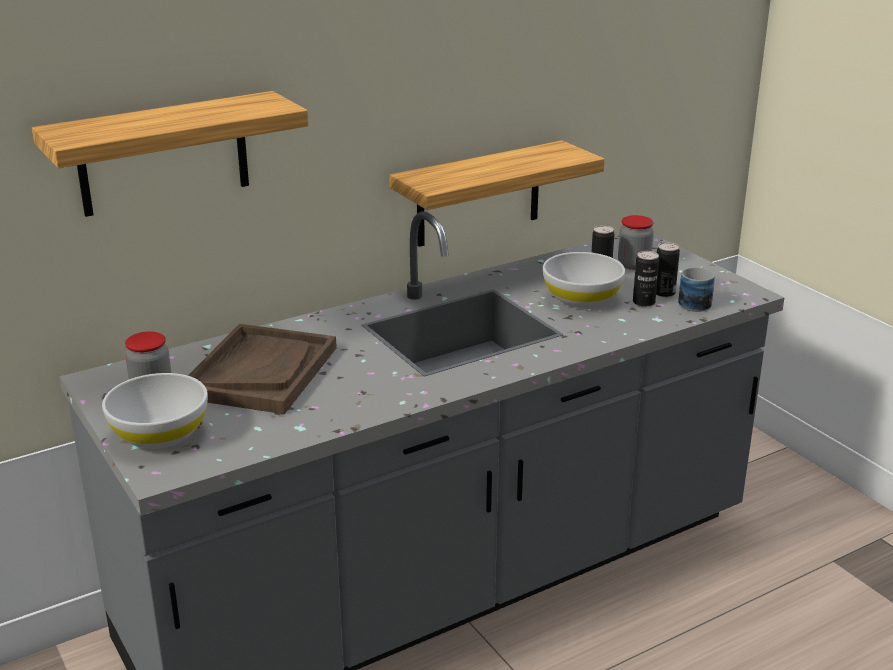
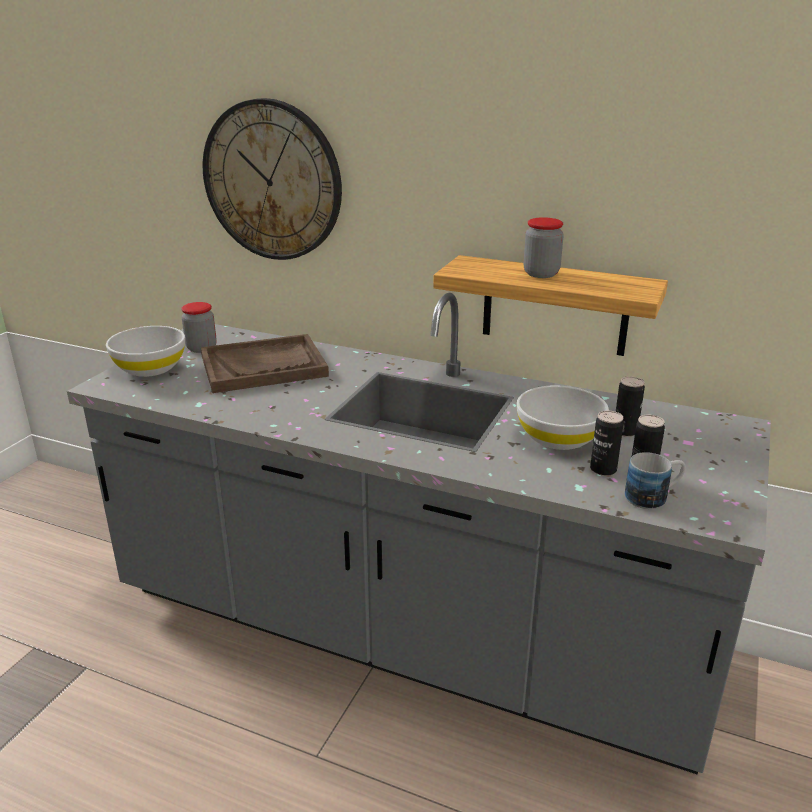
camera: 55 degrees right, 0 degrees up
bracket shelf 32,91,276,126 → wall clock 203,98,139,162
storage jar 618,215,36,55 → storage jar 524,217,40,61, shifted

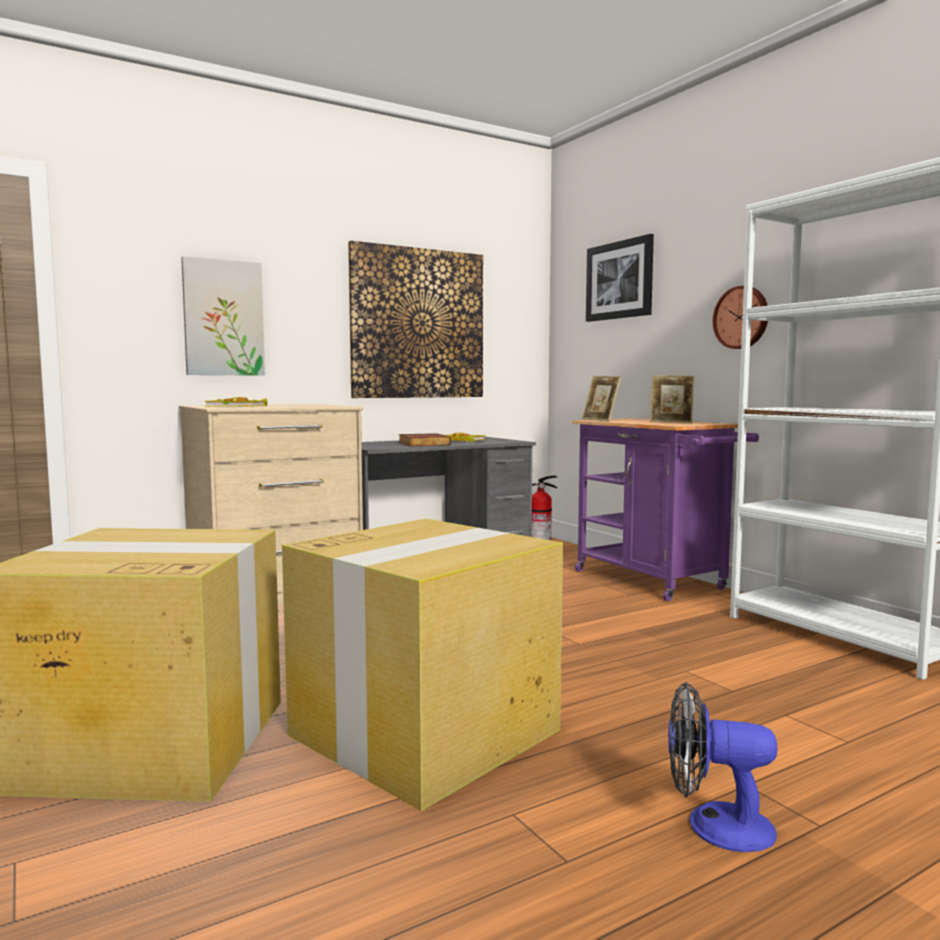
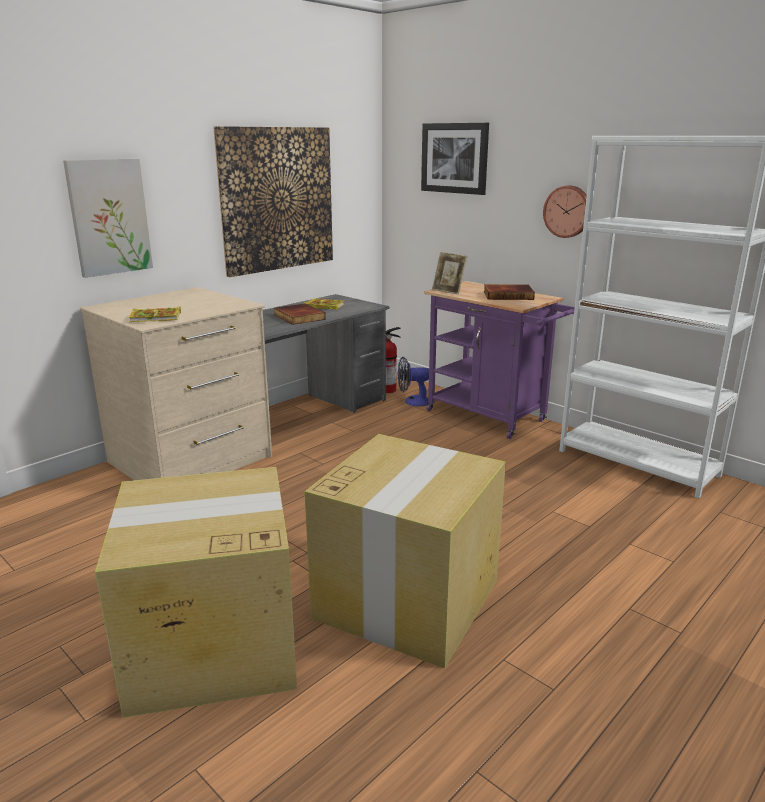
camera: 15 degrees left, 15 degrees up
standing frame 650,375,44,48 → volume 484,284,51,16
electric fan 668,682,110,170 → electric fan 398,357,31,49, shifted

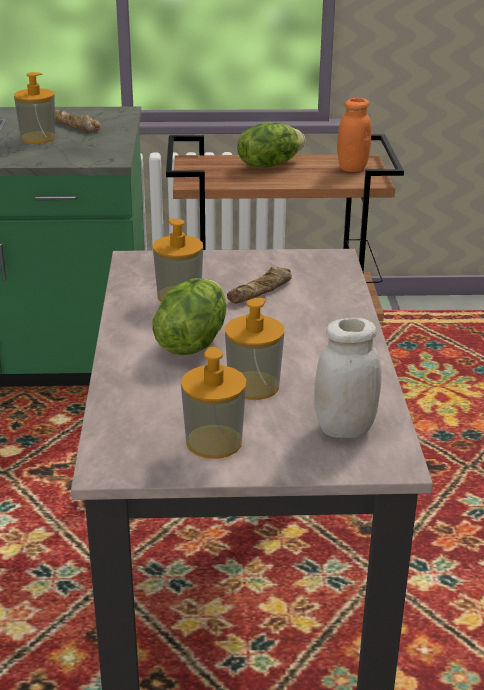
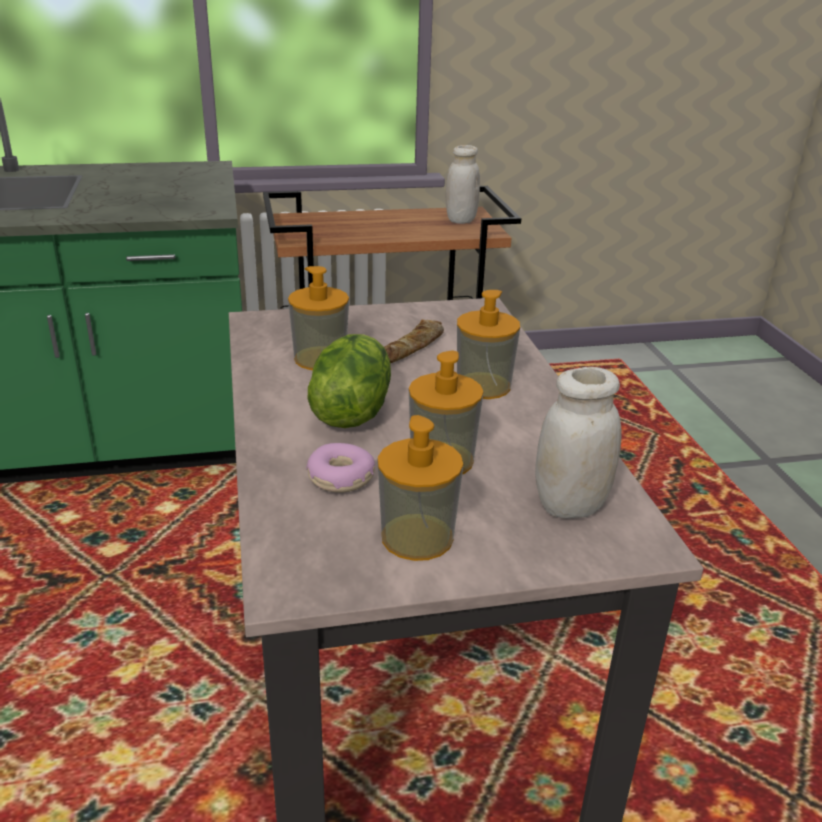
camera: 10 degrees left, 0 degrees up
soap bottle 14,72,42,71 → soap bottle 457,290,63,109, shifted
orangey storage jar 337,98,34,74 → white-coloured storage jar 445,145,35,79
bakery bread 55,110,46,22 → -
lettuce head 237,123,68,45 → -
- → ring doughnut 306,443,69,50

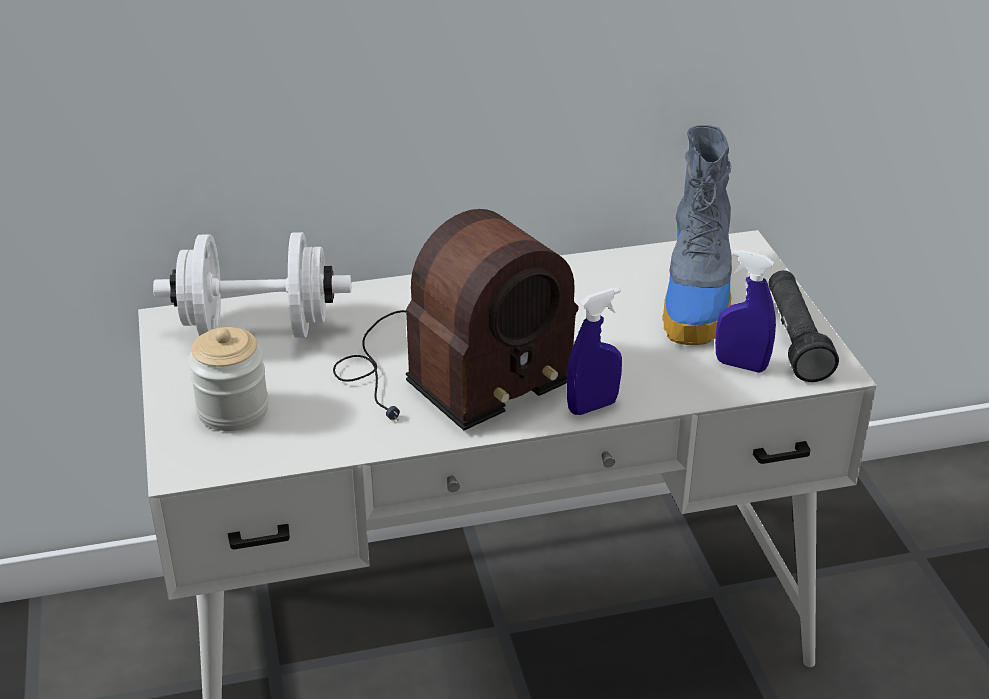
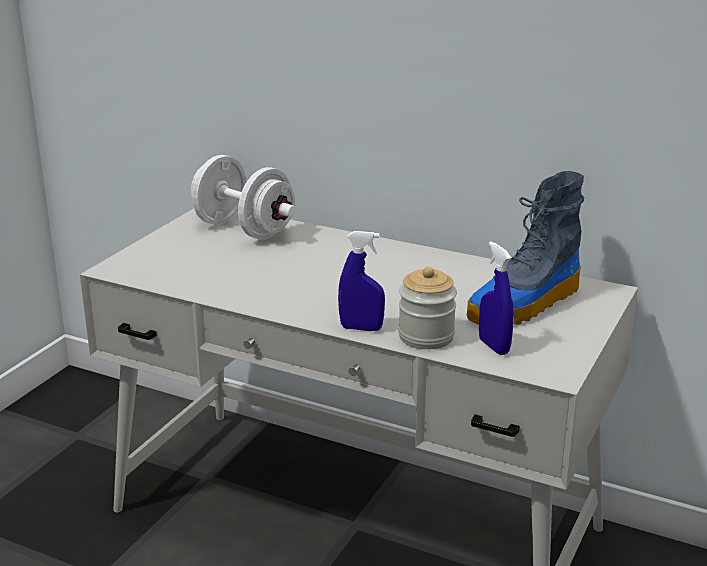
camera: 40 degrees right, 10 degrees down
radio receiver 333,209,246,221 → -
blackish flashlight 768,270,71,112 → -
storage jar 188,327,81,104 → storage jar 398,267,59,82, shifted

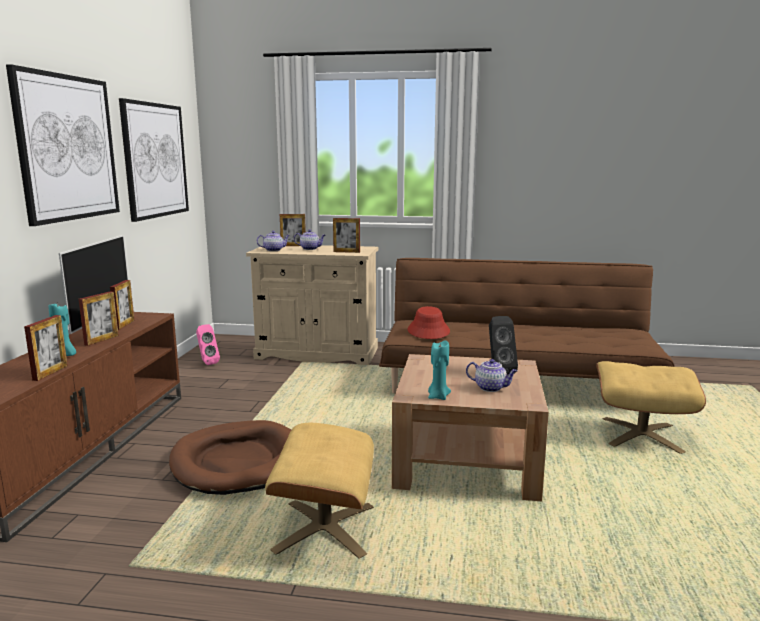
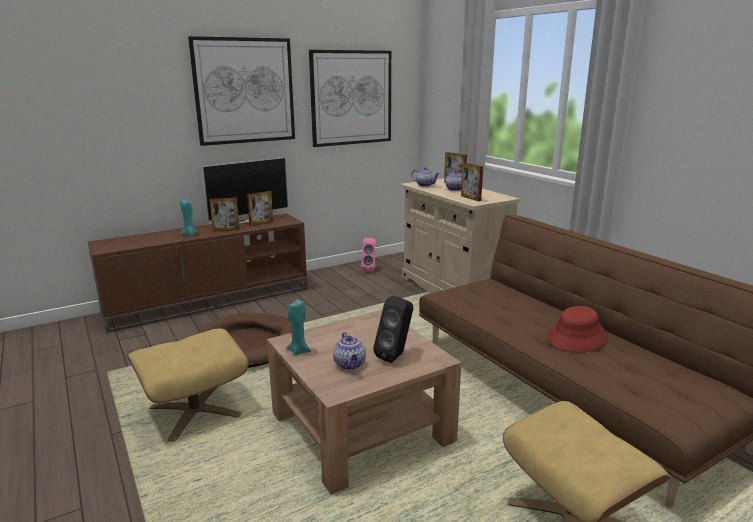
camera: 50 degrees right, 5 degrees up
red clothing hat 407,306,43,33 → red clothing hat 547,306,61,46, shifted
standing frame 24,315,44,66 → -

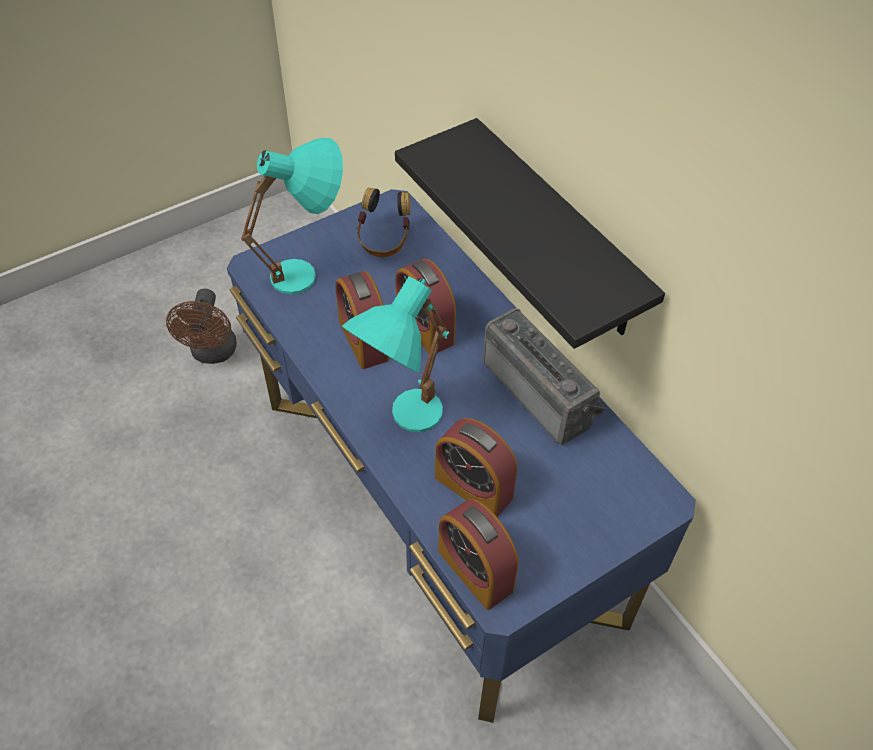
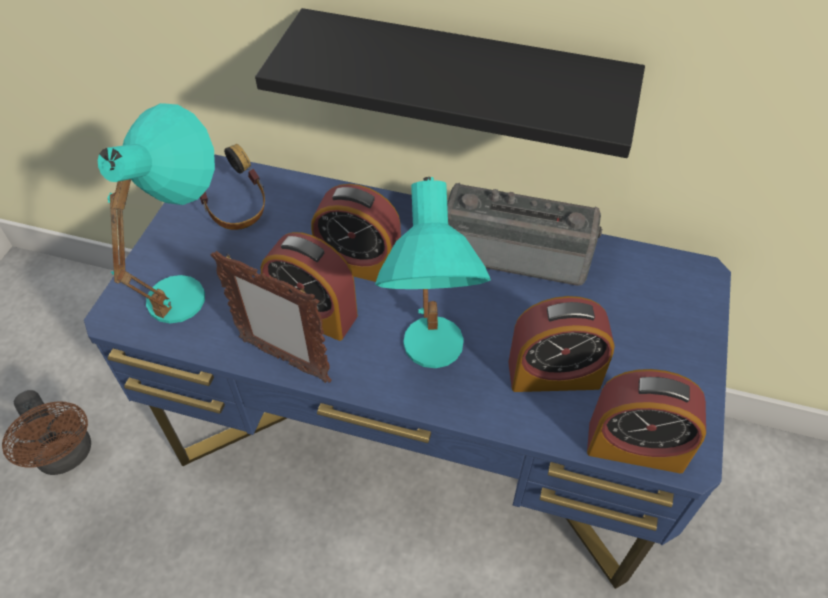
camera: 40 degrees left, 0 degrees up
- → standing frame 211,251,121,132

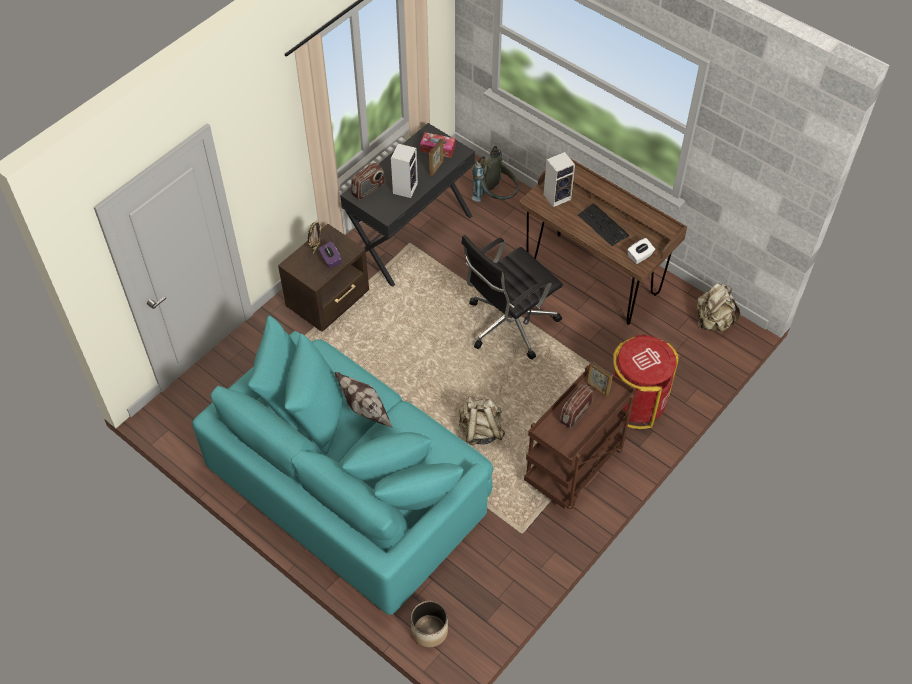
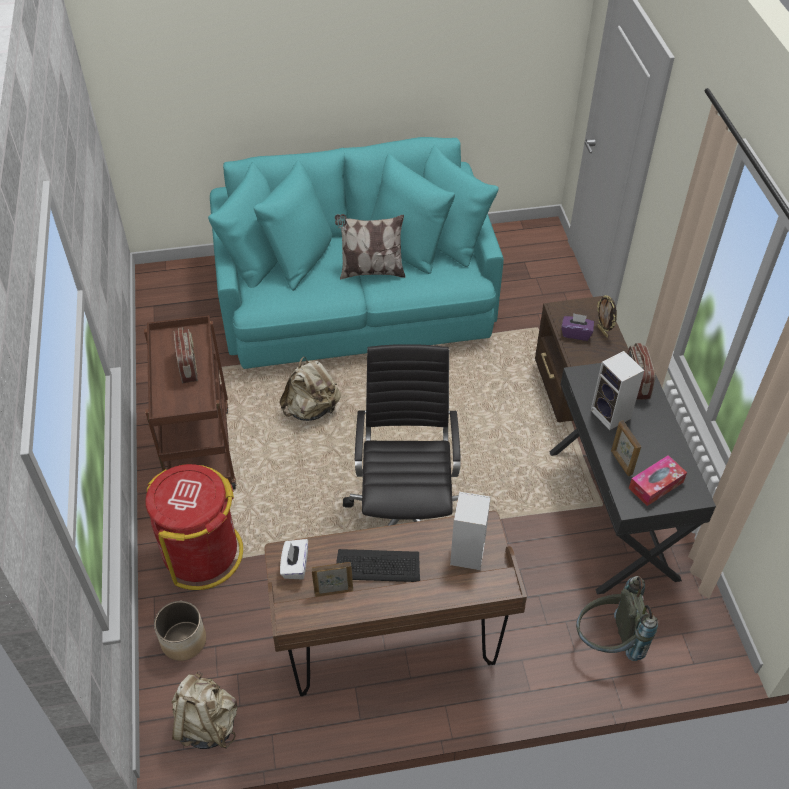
camera: 130 degrees right, 5 degrees down
standing frame 586,361,27,36 → standing frame 311,562,42,35, shifted
plant pot 411,601,37,46 → plant pot 154,601,52,60, shifted

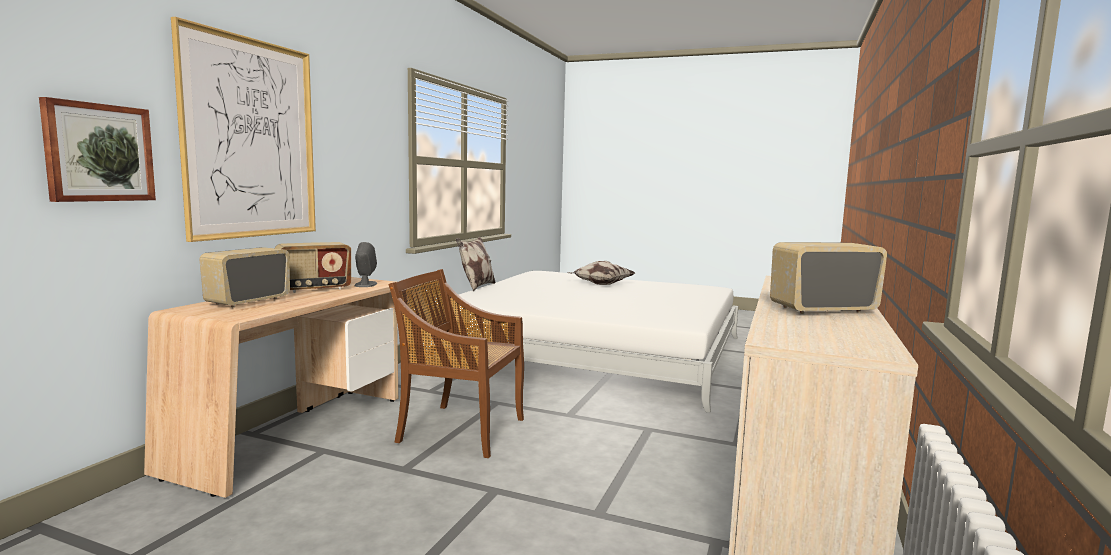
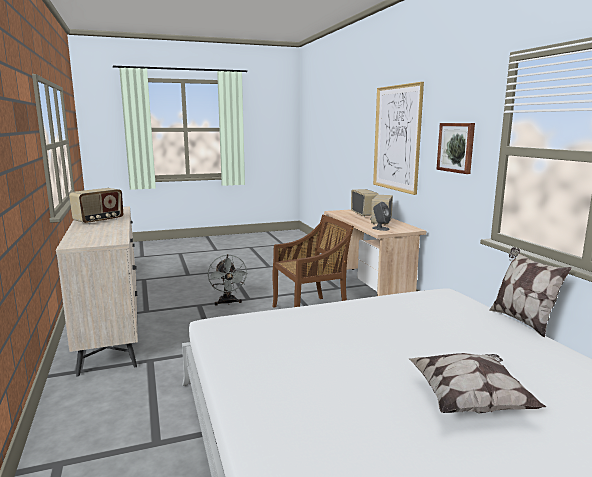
camera: 140 degrees right, 5 degrees up
wall art 39,97,117,105 → wall art 436,123,39,51, shifted
- → grey electric fan 208,254,40,52

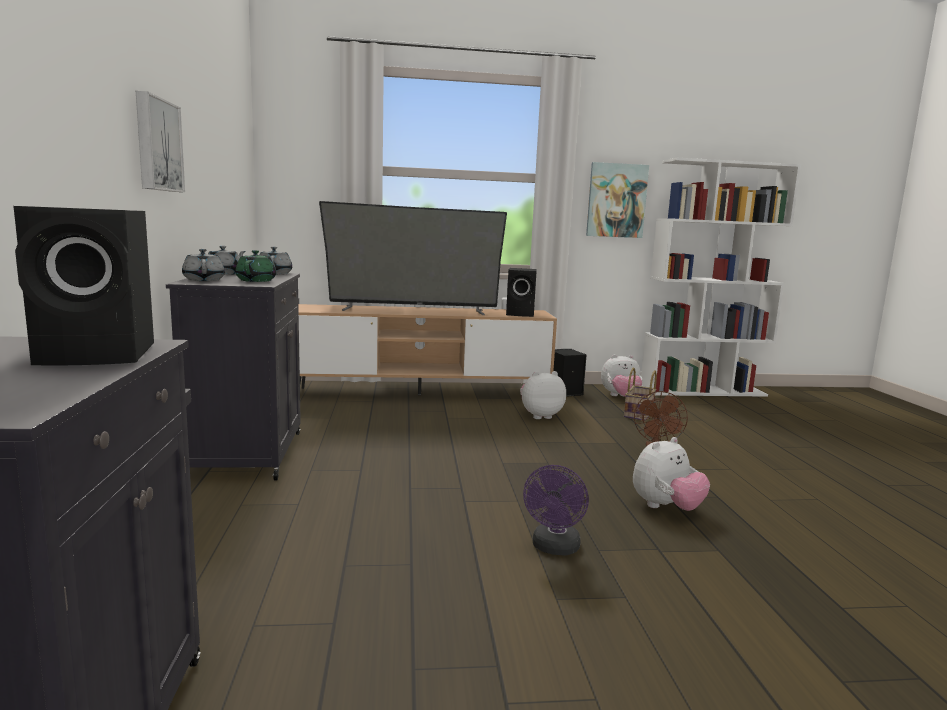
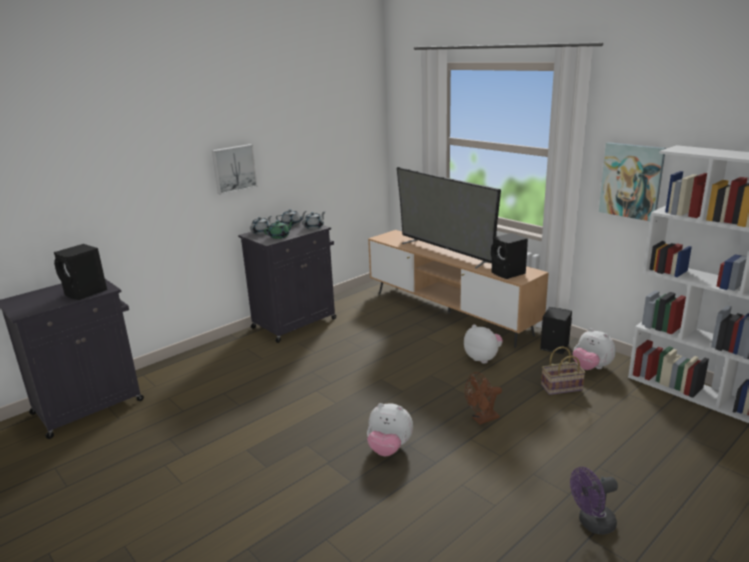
camera: 55 degrees right, 10 degrees up
purple-coloured electric fan 523,465,66,91 → purple-coloured electric fan 570,467,48,68, shifted

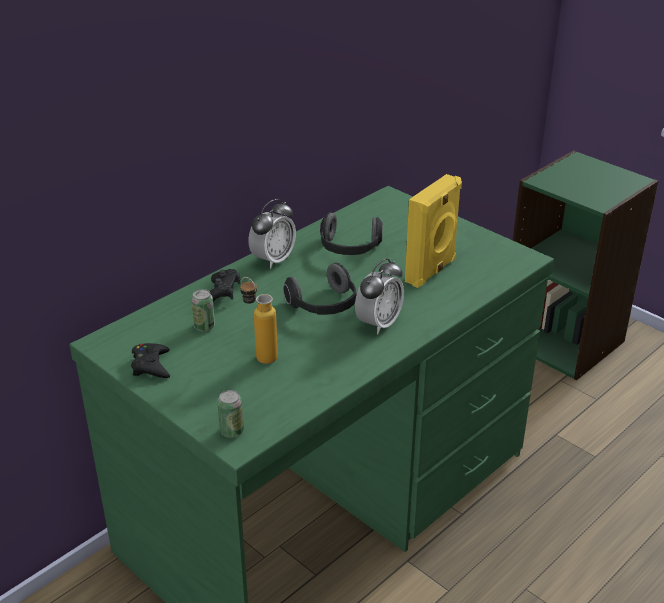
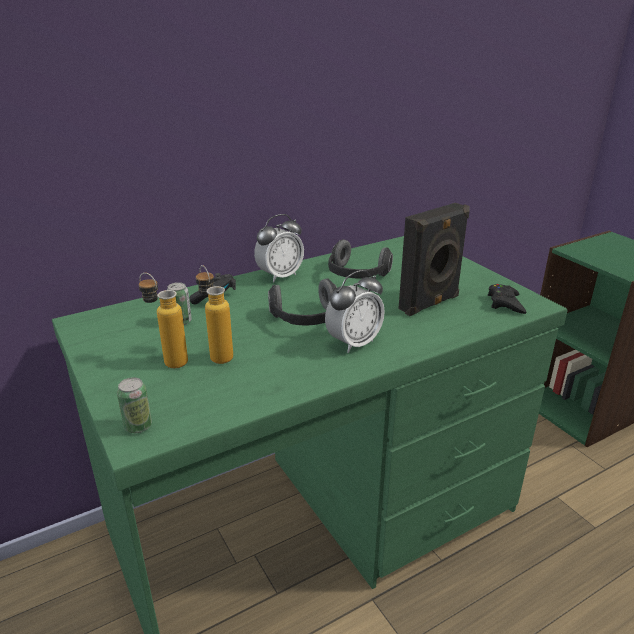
camera: 15 degrees right, 5 degrees down
yellow-coloured speaker 405,174,57,114 → blackish speaker 398,203,72,113
blackish game controller 131,343,39,35 → blackish game controller 488,284,39,30, shifted
- → drink bottle 139,273,49,95

